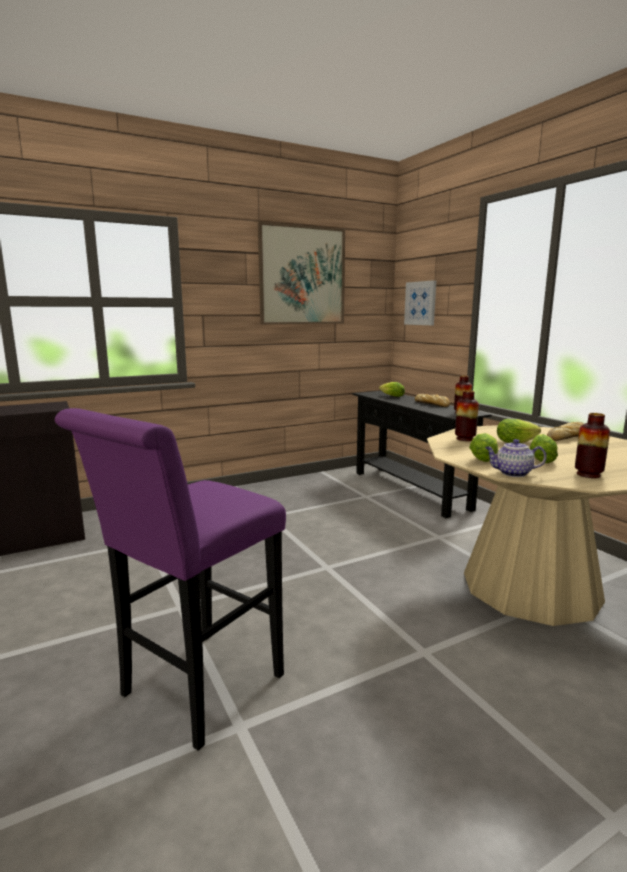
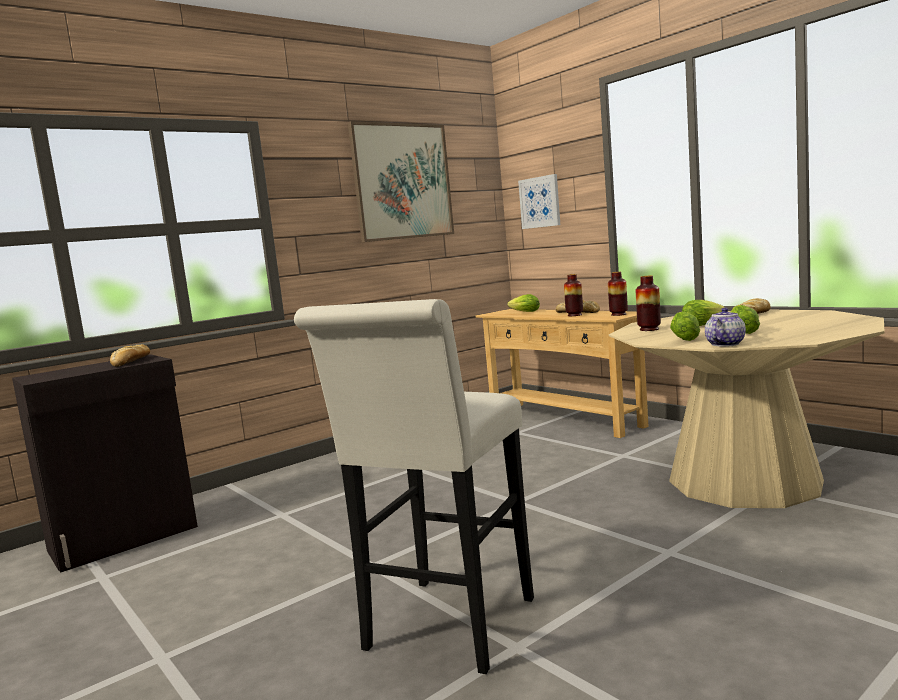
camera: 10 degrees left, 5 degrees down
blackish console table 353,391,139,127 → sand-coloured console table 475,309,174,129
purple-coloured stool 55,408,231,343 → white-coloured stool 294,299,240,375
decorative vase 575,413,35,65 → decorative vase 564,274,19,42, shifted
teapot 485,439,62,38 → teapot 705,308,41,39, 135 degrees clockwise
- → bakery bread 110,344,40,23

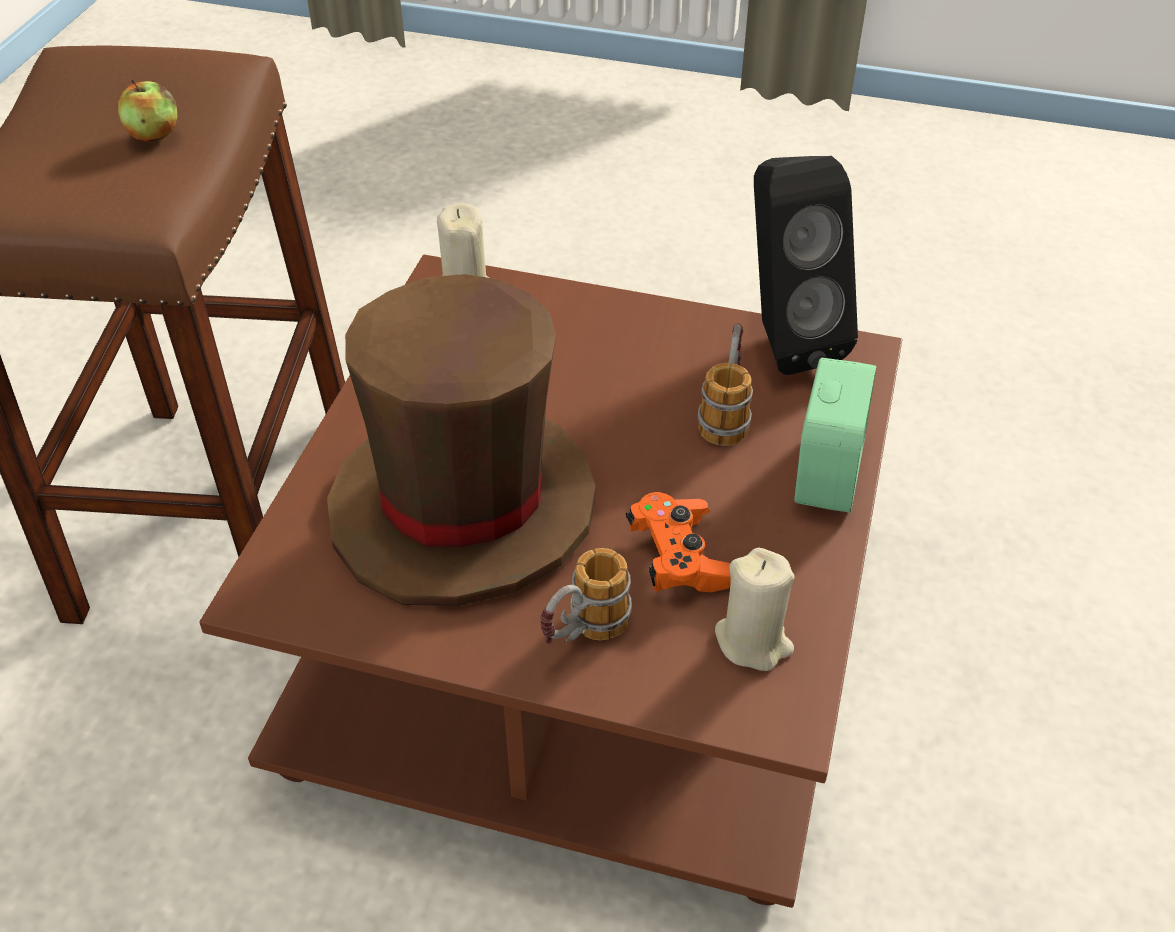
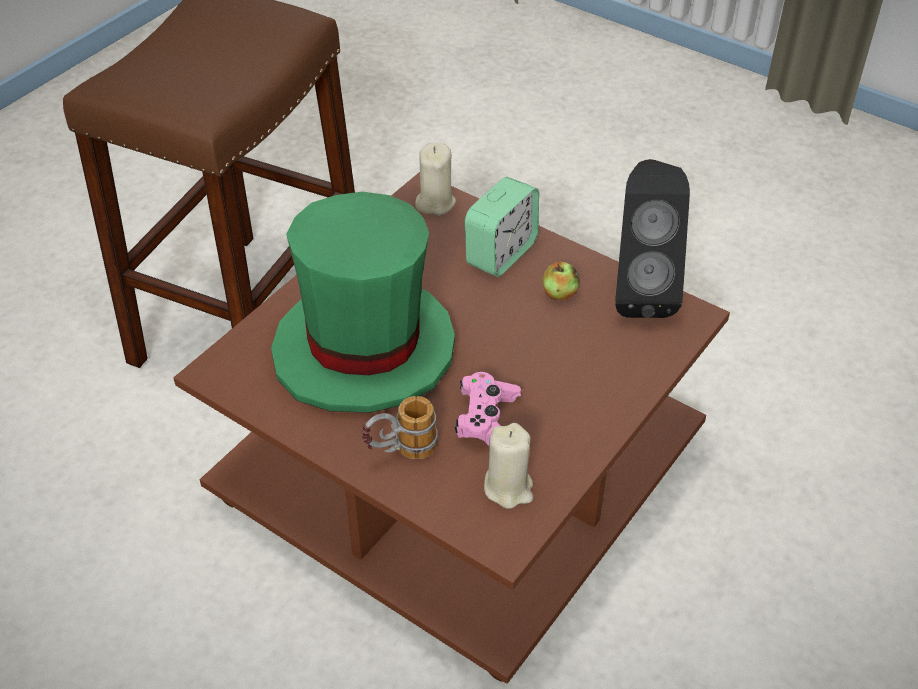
camera: 20 degrees right, 0 degrees up
whole apple 118,80,60,62 → whole apple 542,262,38,38, shifted
brown clothing hat 327,274,269,332 → greenish clothing hat 271,192,184,221
tea mug 698,324,55,122 → -
alarm clock 794,358,82,155 → alarm clock 465,177,74,100, shifted
orangey game controller 626,492,105,100 → pink game controller 455,372,66,74

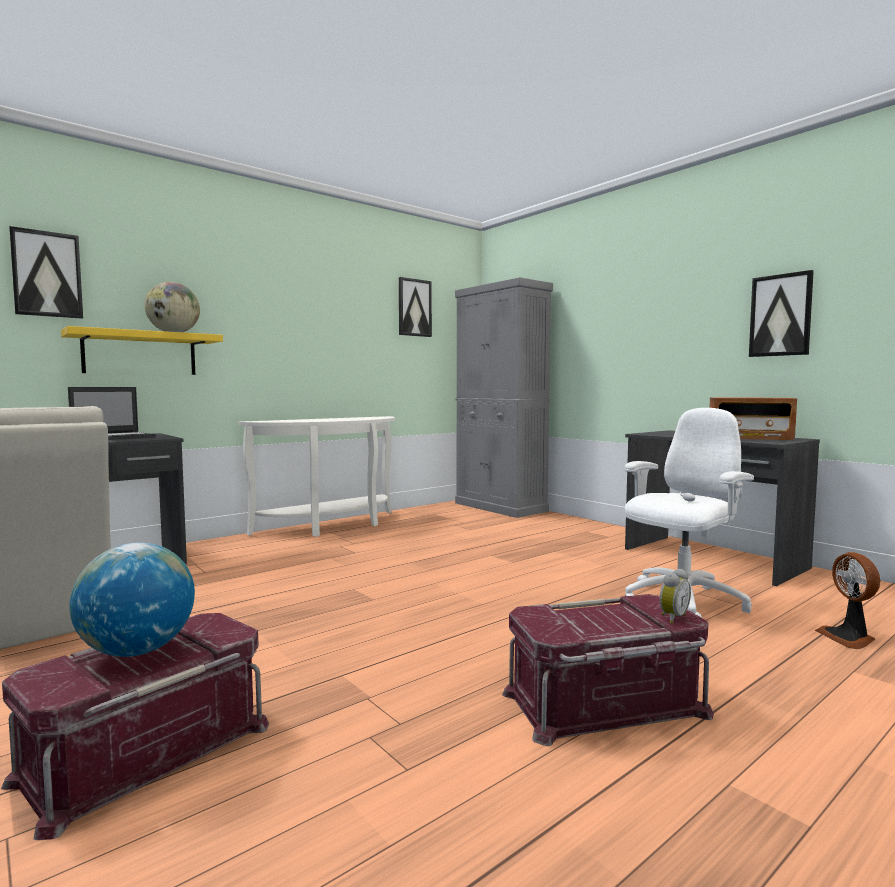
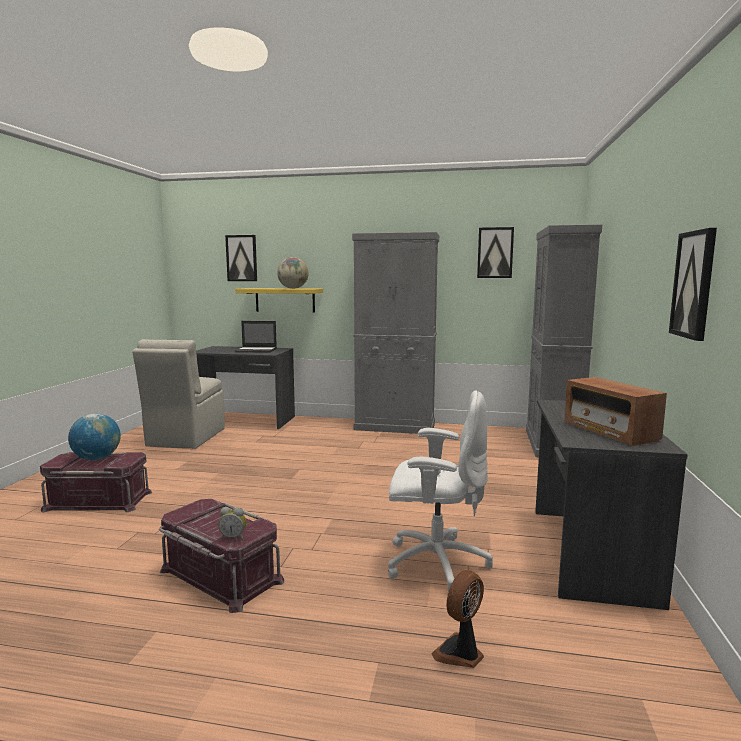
camera: 50 degrees right, 5 degrees up
white-coloured console table 238,416,157,121 → grey cabinet 352,232,87,202

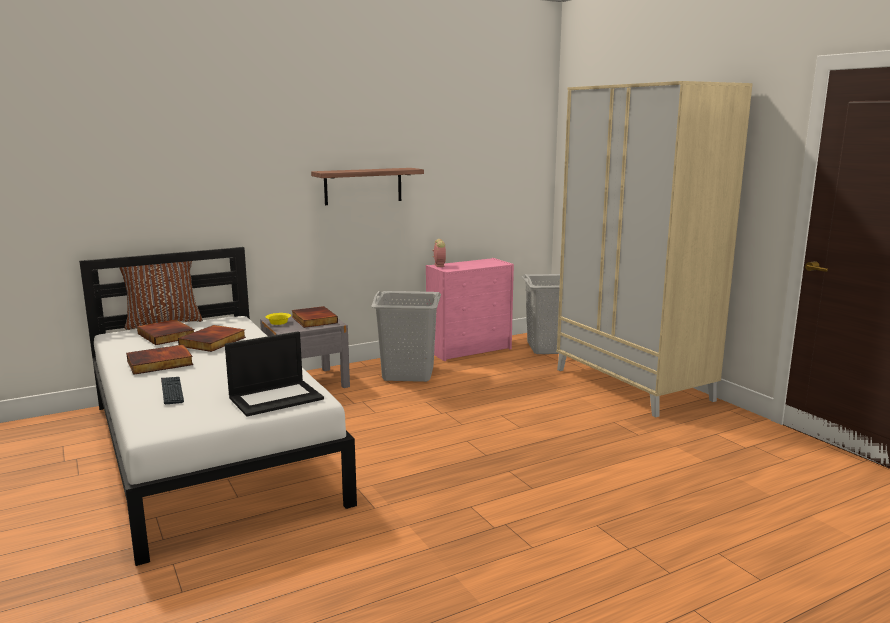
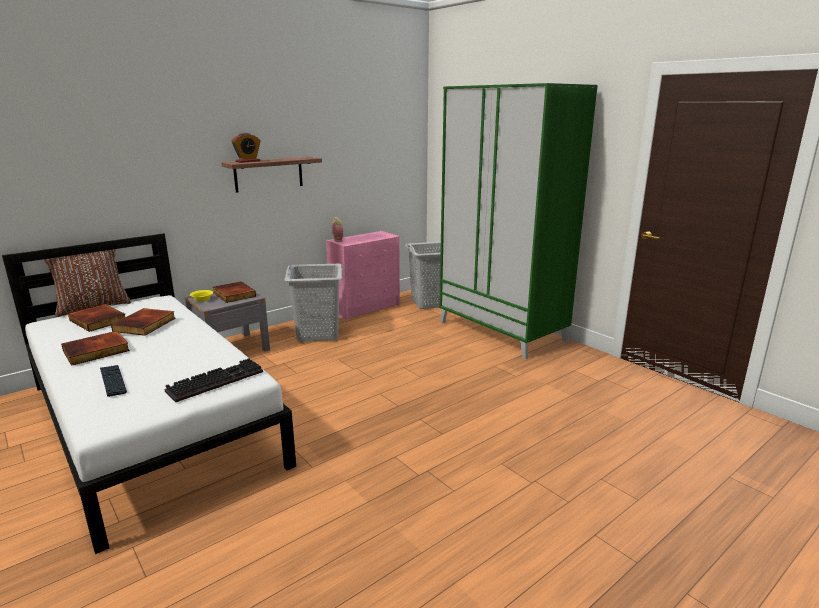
camera: 10 degrees left, 5 degrees up
sand-coloured clothes cupboard 556,81,197,336 → greenish clothes cupboard 439,83,159,276
laptop 225,331,99,86 → computer keyboard 164,358,99,44
- → alarm clock 232,133,29,30

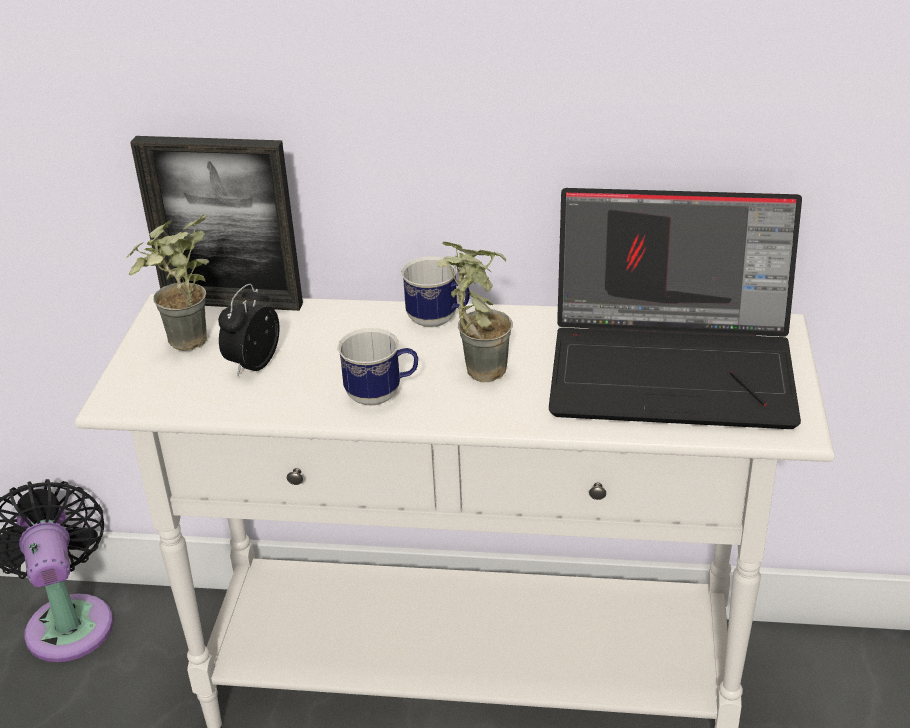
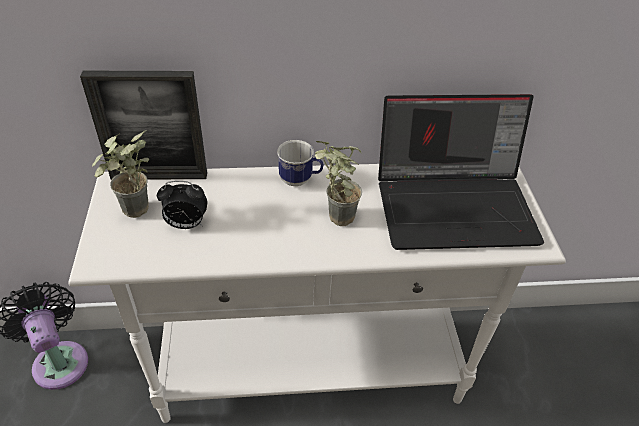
camera: 15 degrees left, 10 degrees up
alarm clock 218,284,62,92 → alarm clock 157,181,50,48, 105 degrees counterclockwise
tea mug 338,328,80,78 → -

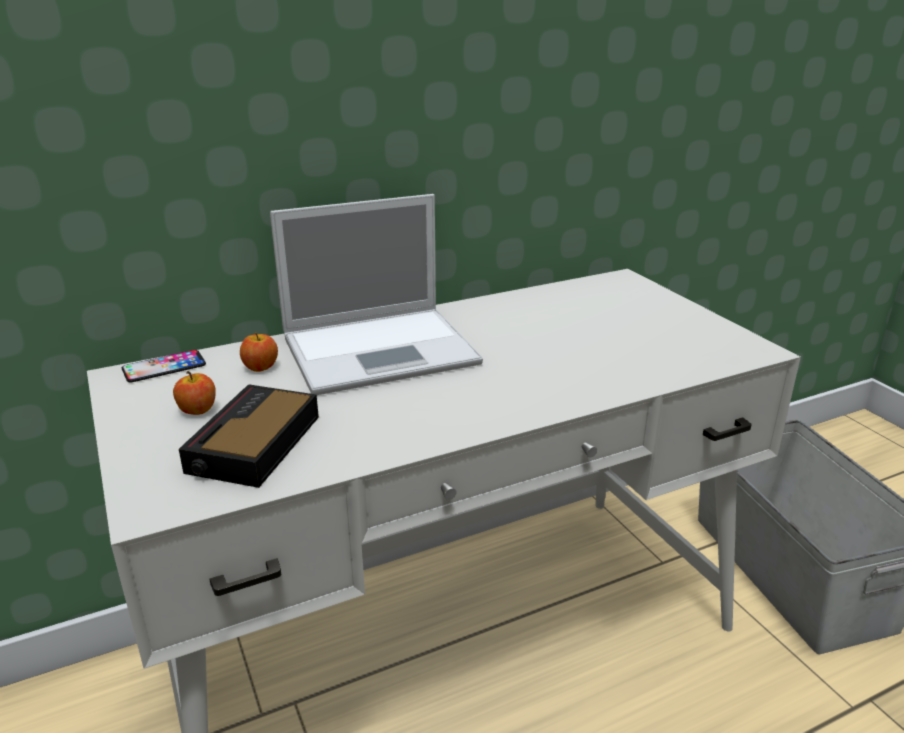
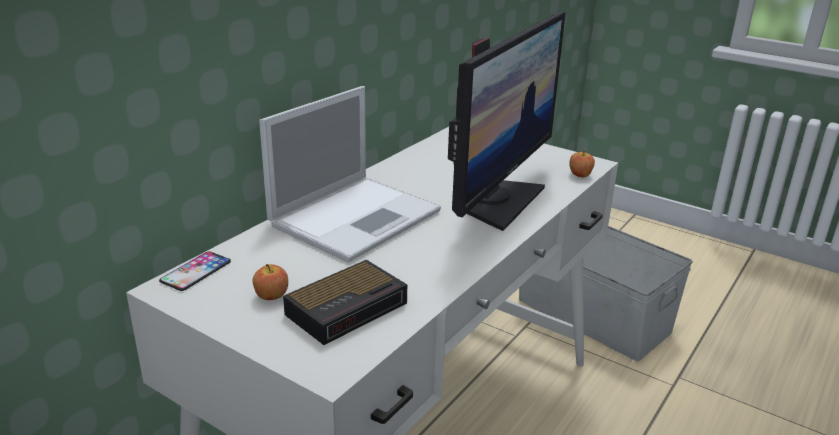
camera: 30 degrees left, 0 degrees up
whole apple 240,332,38,40 → whole apple 569,150,26,27, shifted
alarm clock 179,384,140,104 → alarm clock 283,260,124,85, 120 degrees counterclockwise
- → computer screen 448,12,118,219

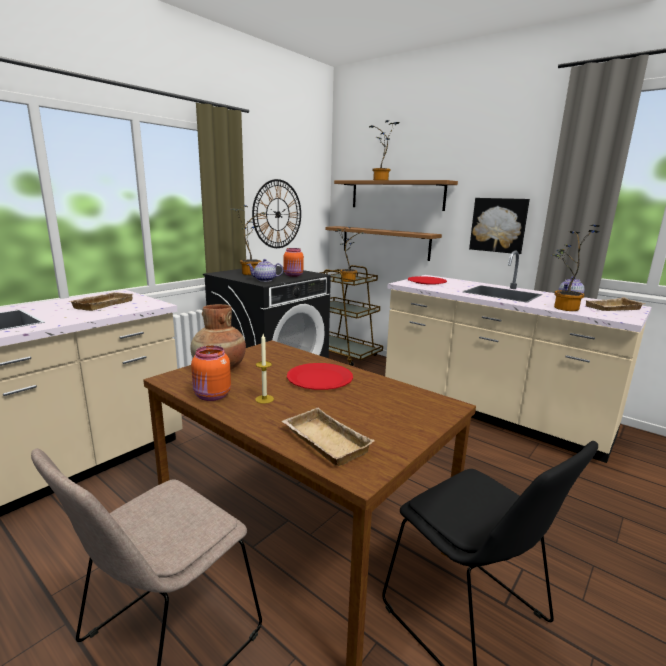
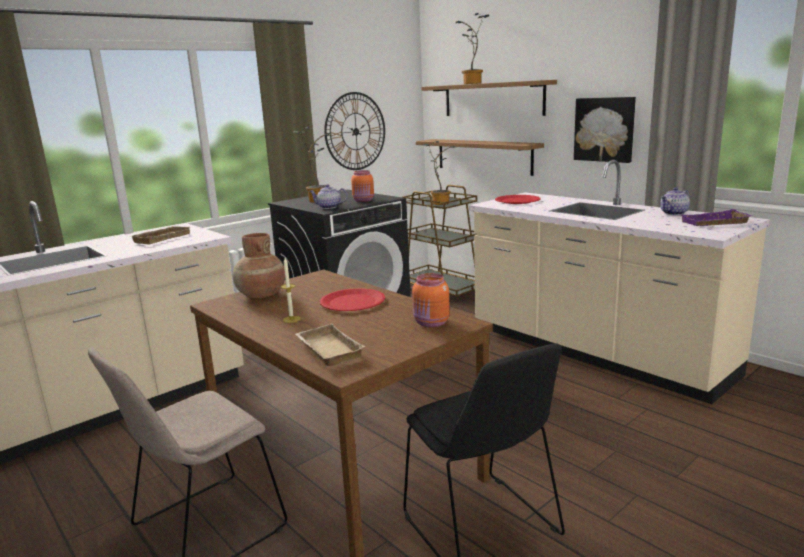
camera: 10 degrees right, 0 degrees up
potted plant 551,225,48,86 → -
sand-coloured serving tray 586,297,59,14 → purple-coloured serving tray 682,209,70,17
orangey storage jar 191,346,40,55 → orangey storage jar 412,273,38,54, shifted

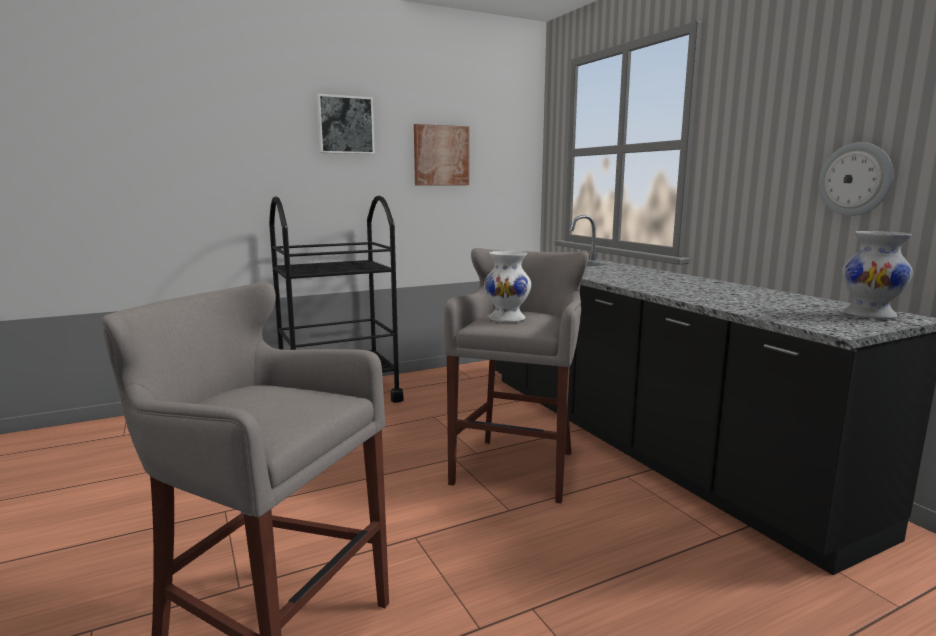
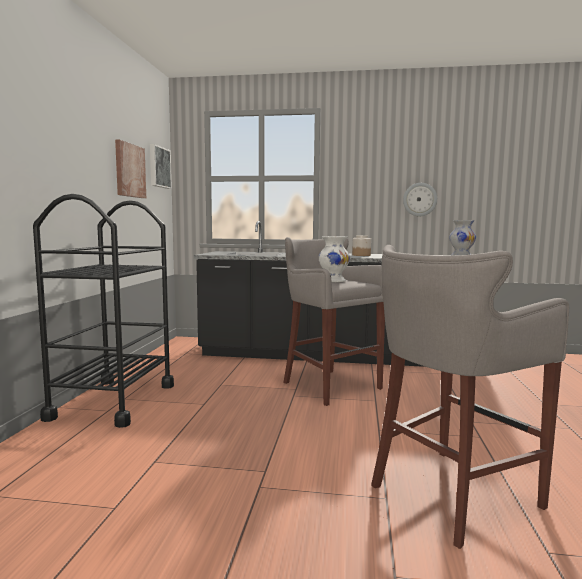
camera: 55 degrees left, 5 degrees down
wall art 317,94,58,60 → wall art 150,144,22,45, shifted
- → storage jar 352,235,19,21

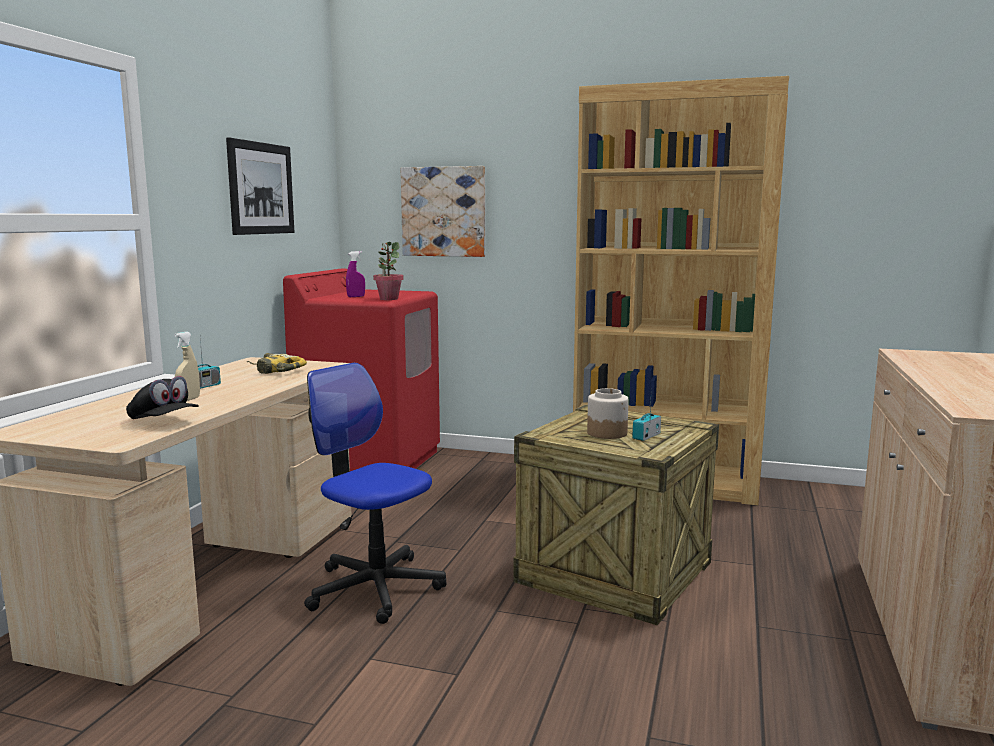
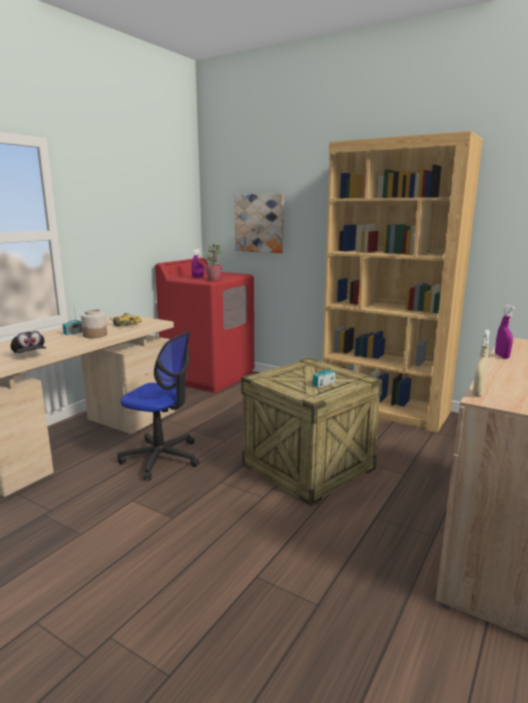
camera: 15 degrees right, 5 degrees up
wall art 226,137,69,98 → -
sand-coloured hand sprayer 175,332,25,69 → sand-coloured hand sprayer 472,330,18,67, shifted
desk chair 304,363,143,261 → desk chair 117,331,83,149, 150 degrees clockwise
storage jar 587,388,42,51 → storage jar 81,309,26,29, shifted
- → purple-coloured hand sprayer 495,305,20,54

